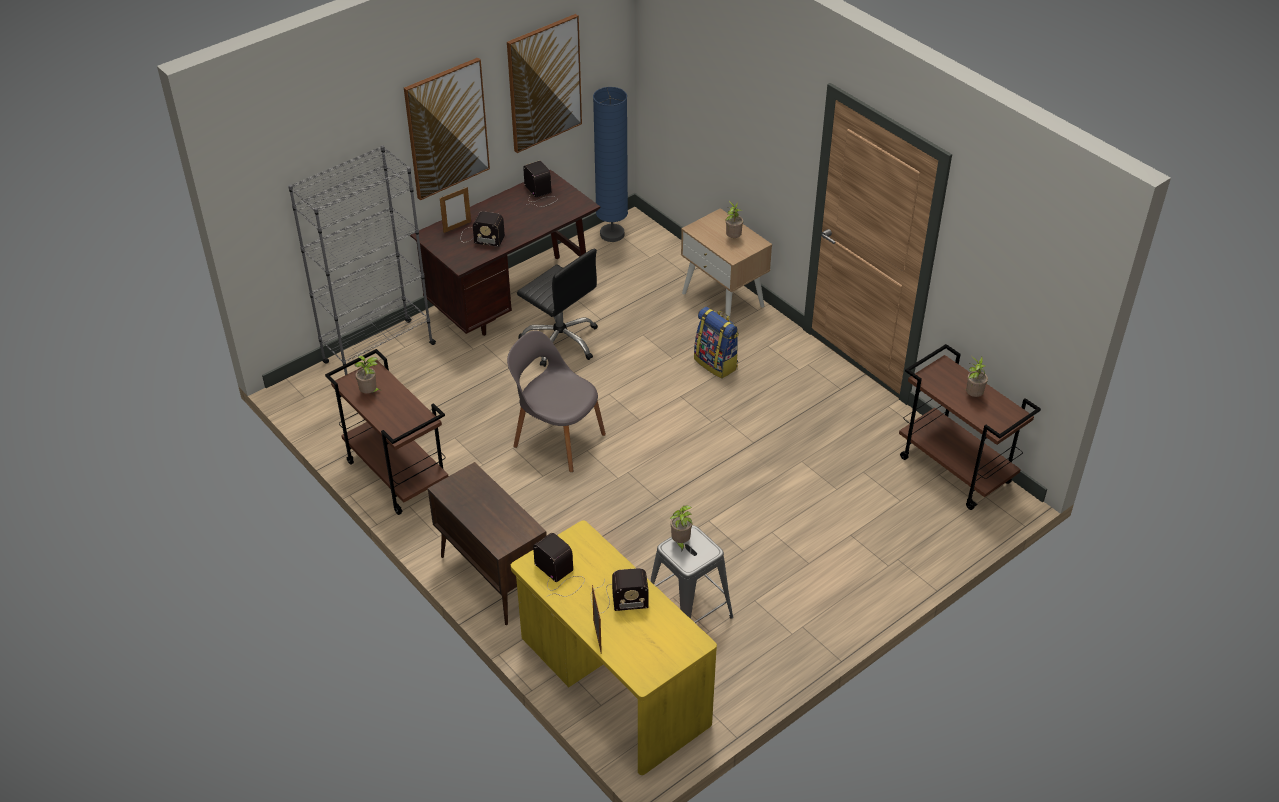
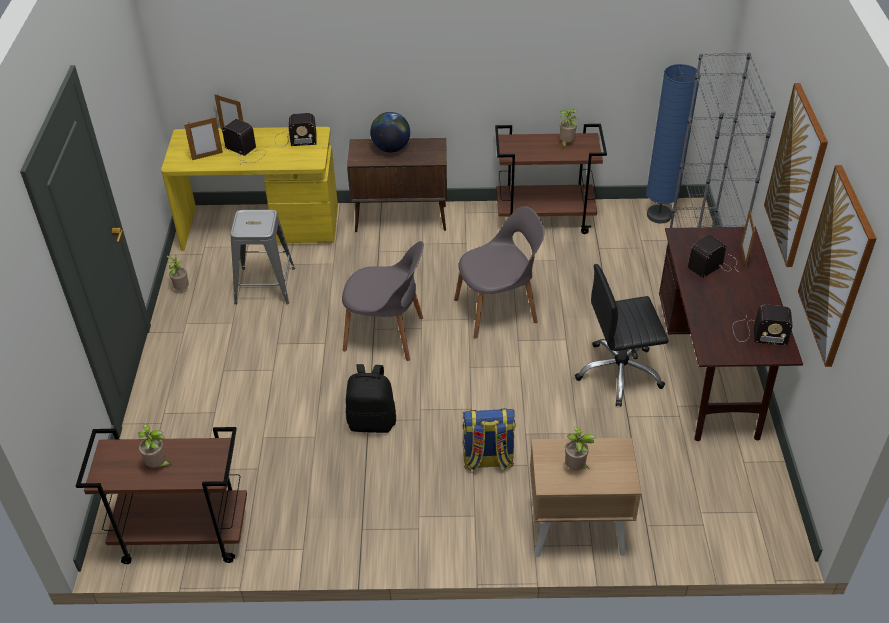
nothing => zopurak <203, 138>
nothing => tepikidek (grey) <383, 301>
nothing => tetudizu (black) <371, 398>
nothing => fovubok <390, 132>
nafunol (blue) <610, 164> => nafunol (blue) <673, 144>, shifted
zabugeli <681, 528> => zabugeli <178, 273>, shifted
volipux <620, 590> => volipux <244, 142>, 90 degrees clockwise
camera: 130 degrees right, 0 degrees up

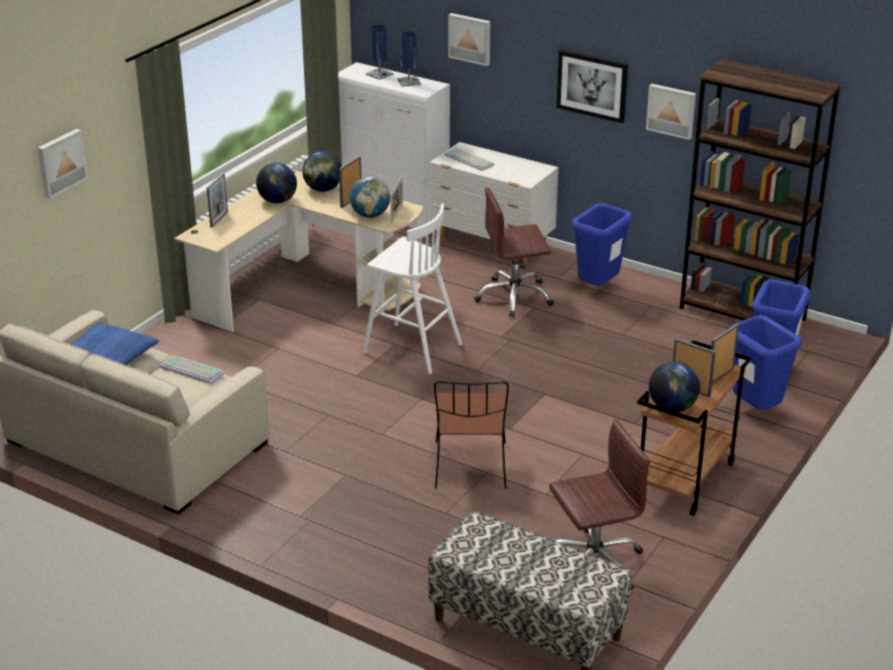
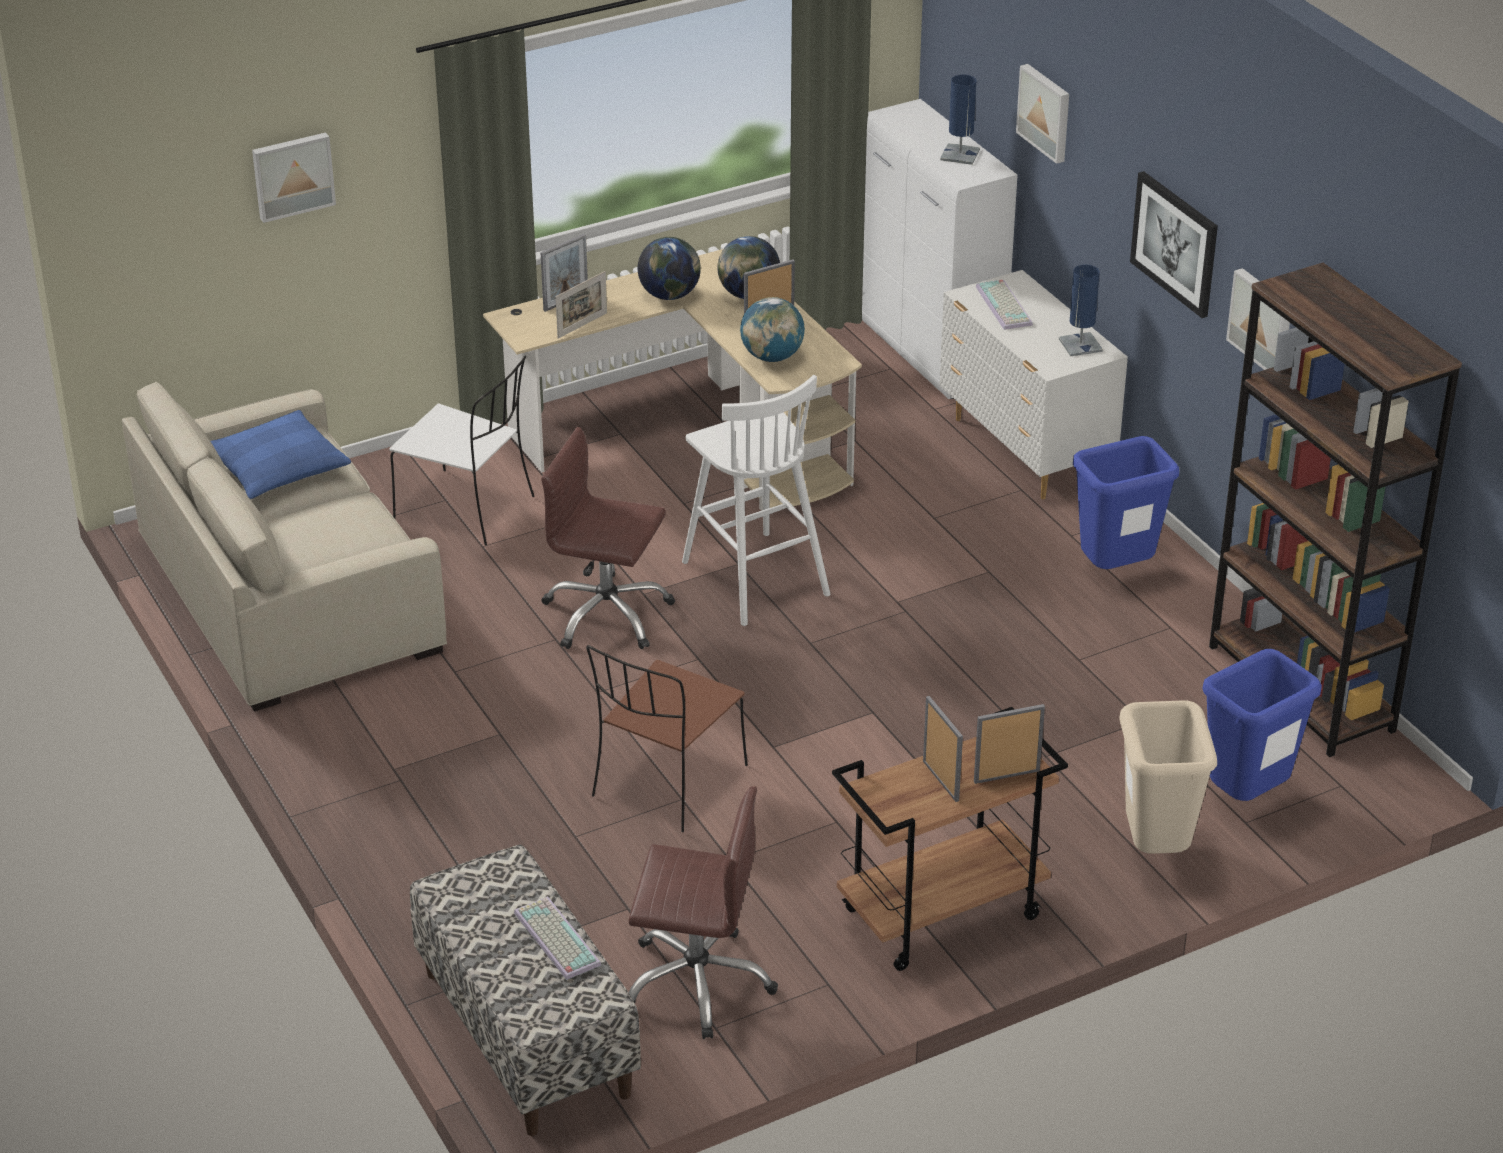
fovubok <674, 386> => nothing
nothing => tepikidek (white) <462, 450>
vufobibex <192, 369> => vufobibex <557, 938>, shifted
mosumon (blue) <380, 52> => mosumon (blue) <1081, 310>, shifted
zopurak <396, 199> => zopurak <581, 305>, shifted
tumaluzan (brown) <514, 252> => tumaluzan (brown) <608, 538>, shifted
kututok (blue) <766, 362> => kututok (beige) <1168, 777>
camera: 30 degrees right, 5 degrees up

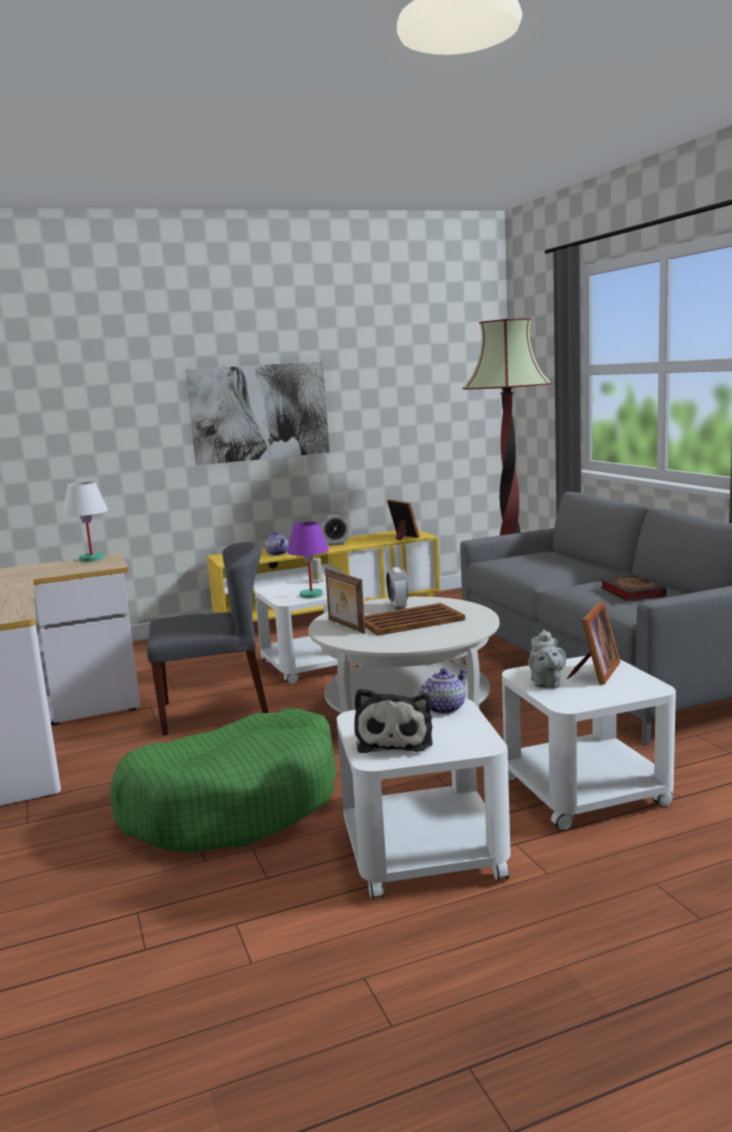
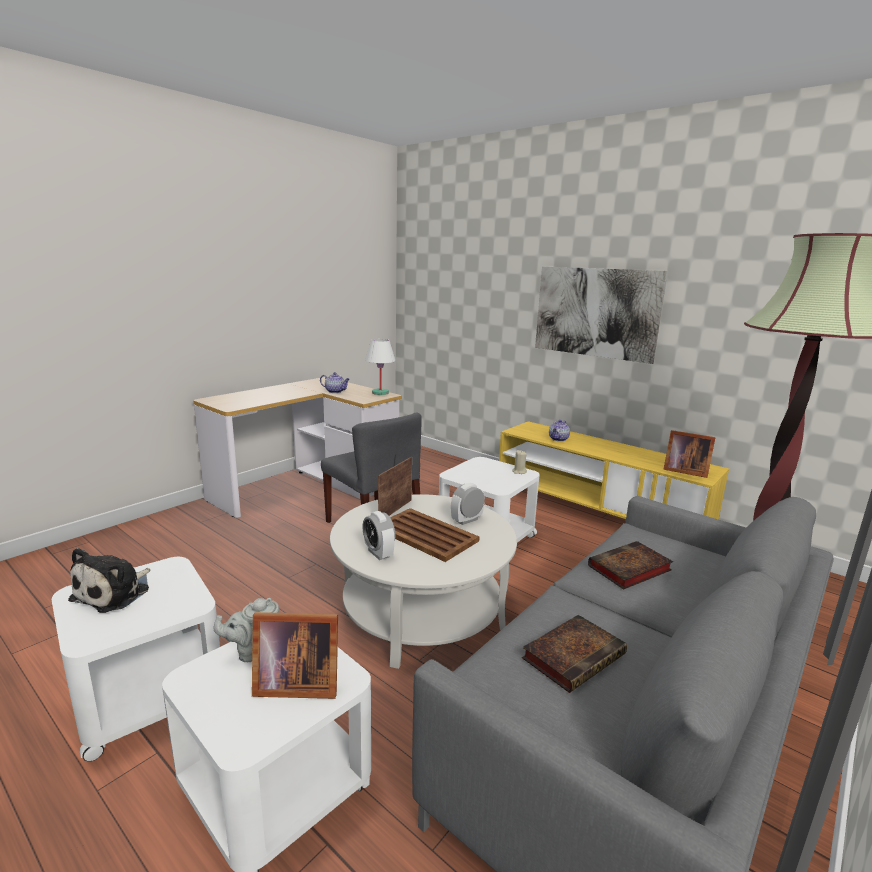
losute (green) <223, 781> => nothing
mosumon (purple) <308, 560> => nothing
nothing => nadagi <630, 565>
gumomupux <335, 530> => gumomupux <378, 535>, shifted
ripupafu <443, 691> => ripupafu <335, 382>, shifted
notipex <393, 720> => notipex <109, 580>, 45 degrees counterclockwise
zopurak <403, 520> => zopurak <689, 454>, 90 degrees clockwise
camera: 60 degrees right, 5 degrees up

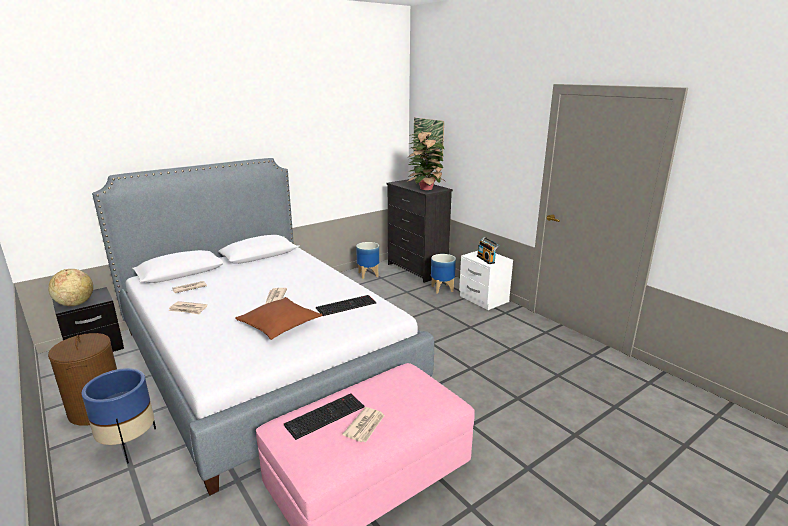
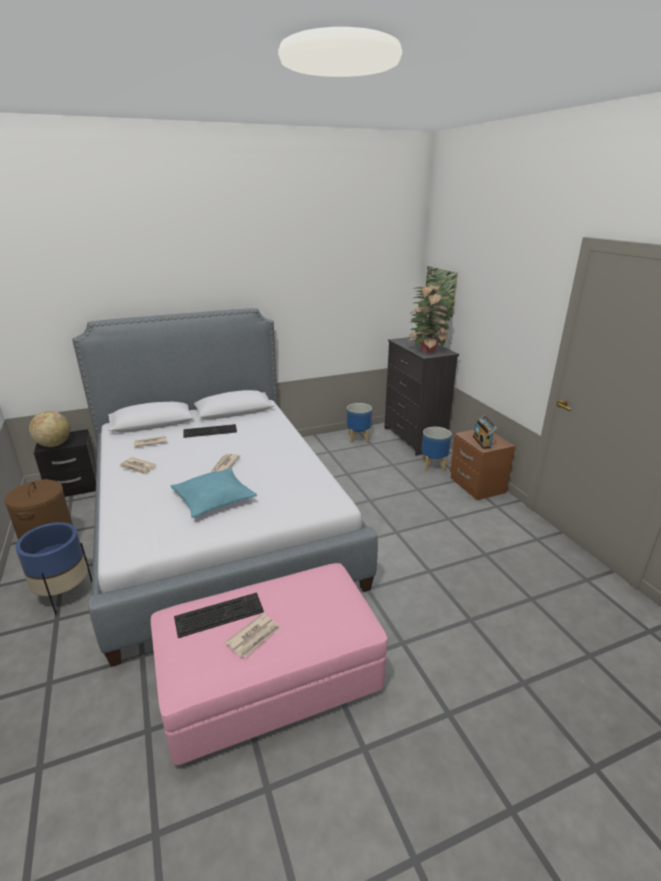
vufobibex <346, 305> => vufobibex <210, 431>, shifted
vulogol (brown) <279, 318> => vulogol (turquoise) <214, 493>
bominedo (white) <486, 280> => bominedo (brown) <482, 465>
camera: 15 degrees right, 5 degrees up

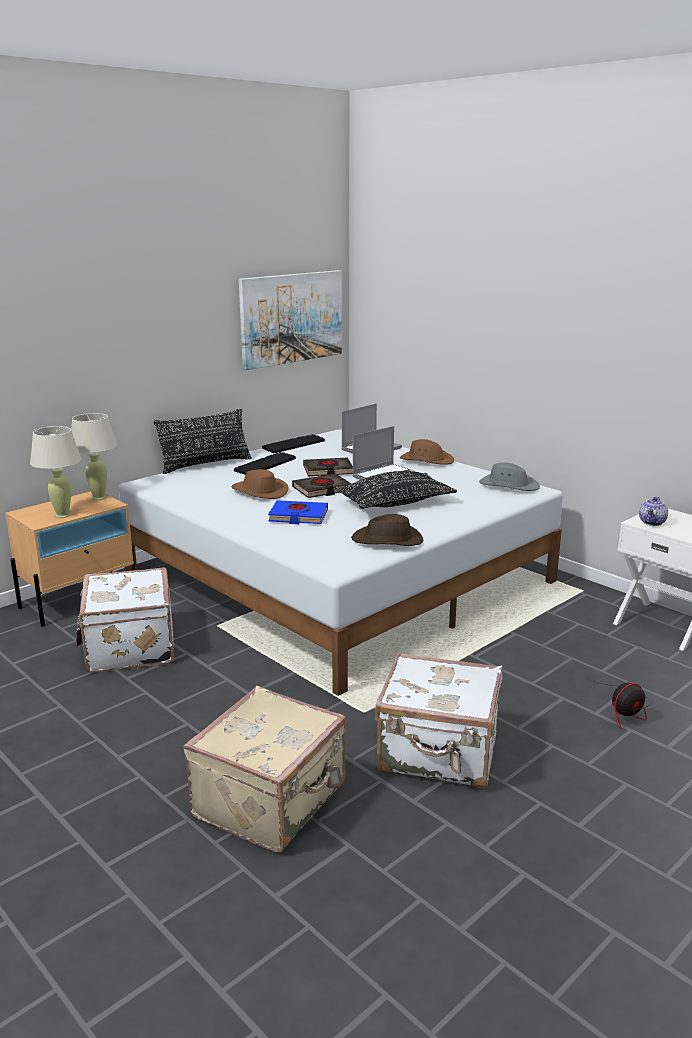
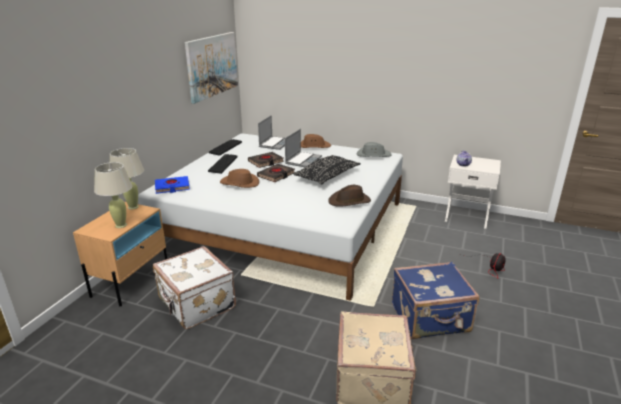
vulogol (black) <203, 441> => nothing
nadagi (blue) <298, 512> => nadagi (blue) <172, 185>, shifted
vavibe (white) <439, 720> => vavibe (blue) <435, 300>
camera: 25 degrees left, 5 degrees up

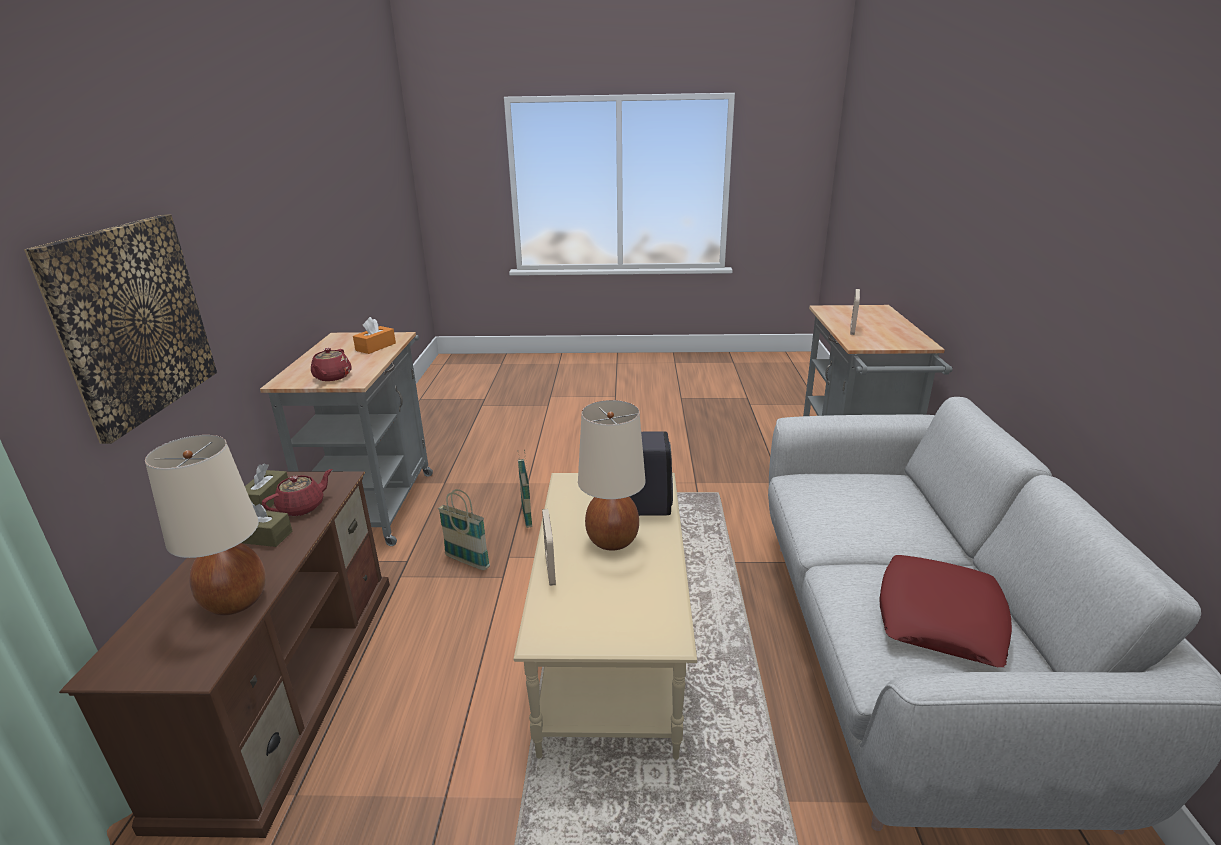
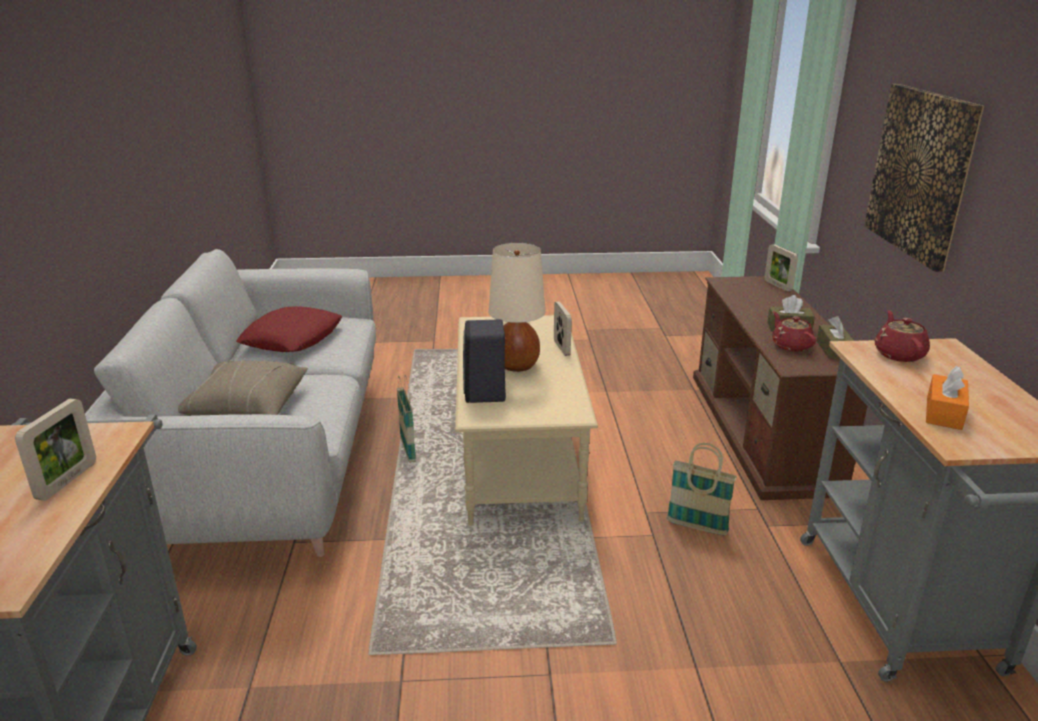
mosumon (beige) <205, 525> => nothing
nothing => vulogol (beige) <243, 388>
nothing => zopurak <781, 268>
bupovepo <525, 489> => bupovepo <406, 419>, shifted
ripupafu (red) <297, 492> => ripupafu (red) <794, 331>, 120 degrees clockwise
camera: 175 degrees right, 0 degrees up

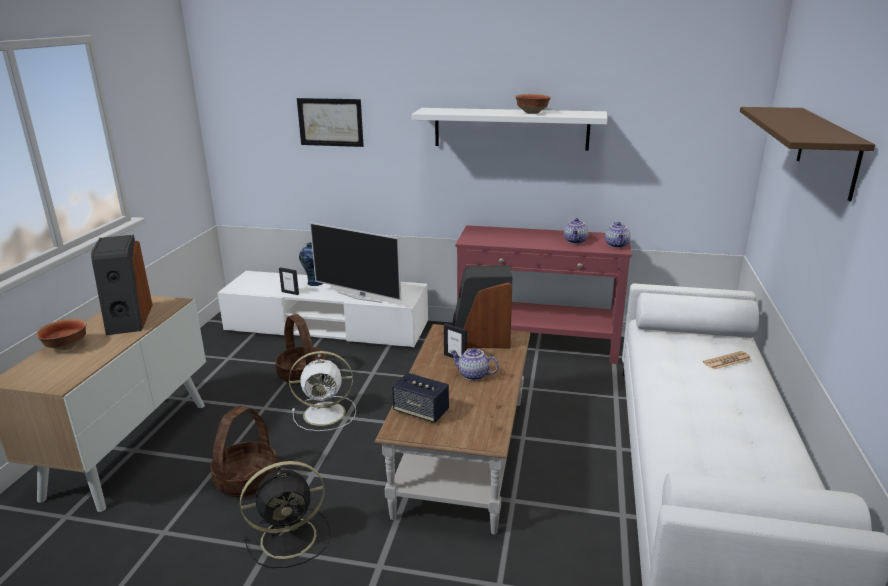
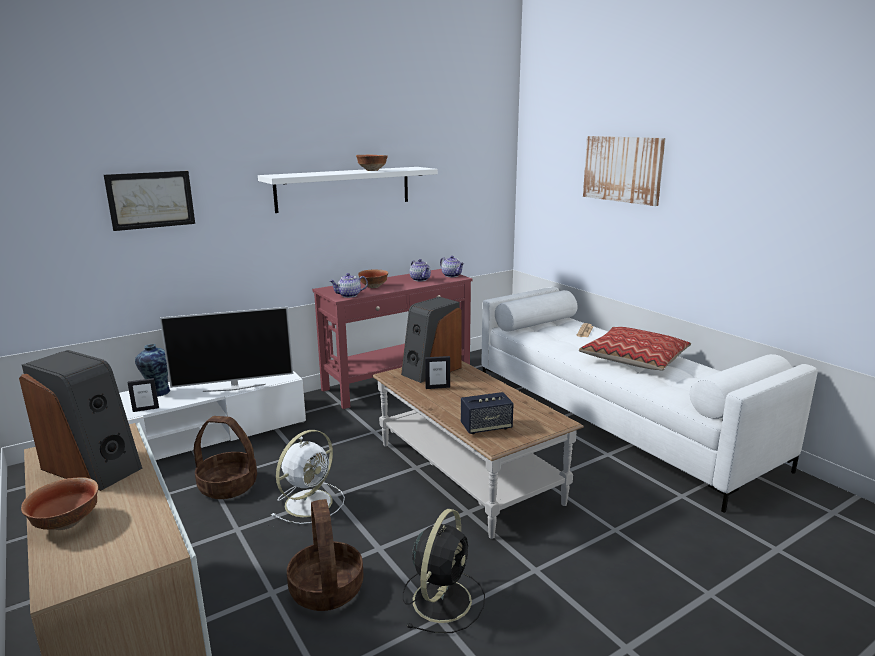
nothing => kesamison <373, 278>
nothing => vulogol <635, 349>
ripupafu <474, 364> => ripupafu <349, 285>, shifted
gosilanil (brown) <807, 154> => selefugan <624, 171>
camera: 45 degrees left, 5 degrees down

